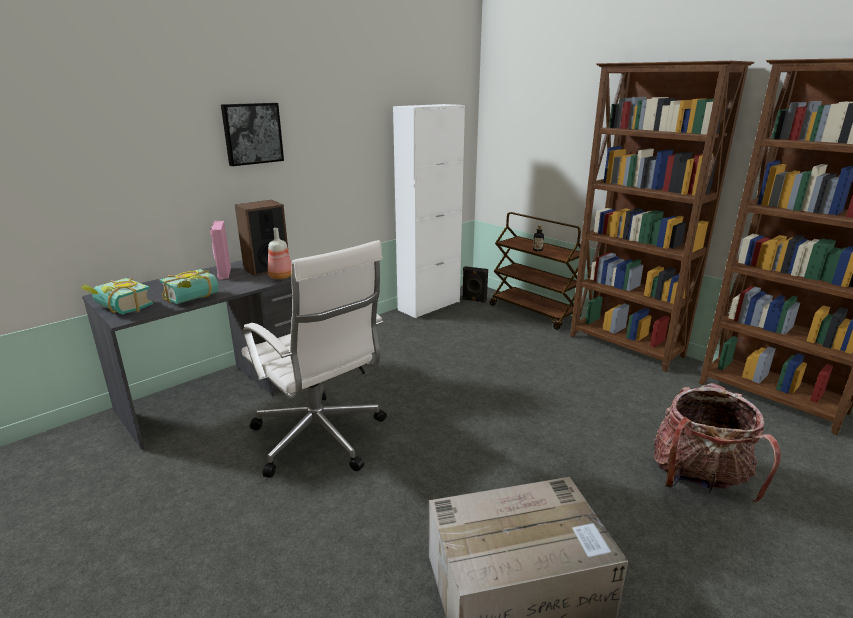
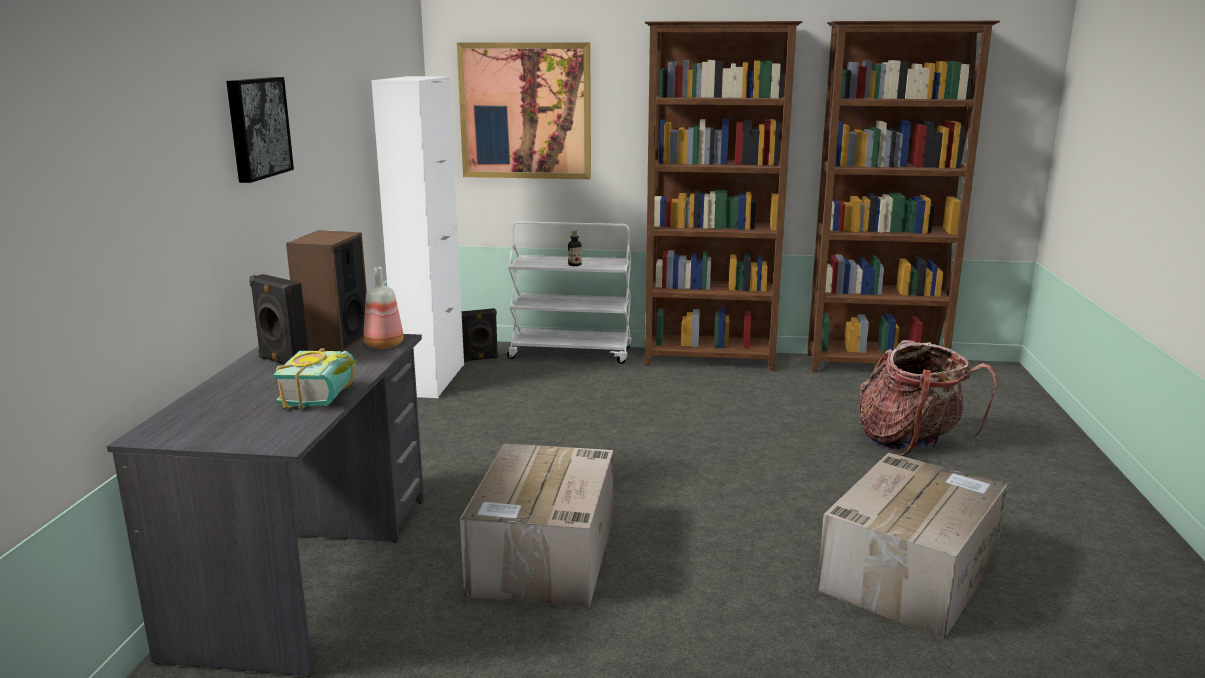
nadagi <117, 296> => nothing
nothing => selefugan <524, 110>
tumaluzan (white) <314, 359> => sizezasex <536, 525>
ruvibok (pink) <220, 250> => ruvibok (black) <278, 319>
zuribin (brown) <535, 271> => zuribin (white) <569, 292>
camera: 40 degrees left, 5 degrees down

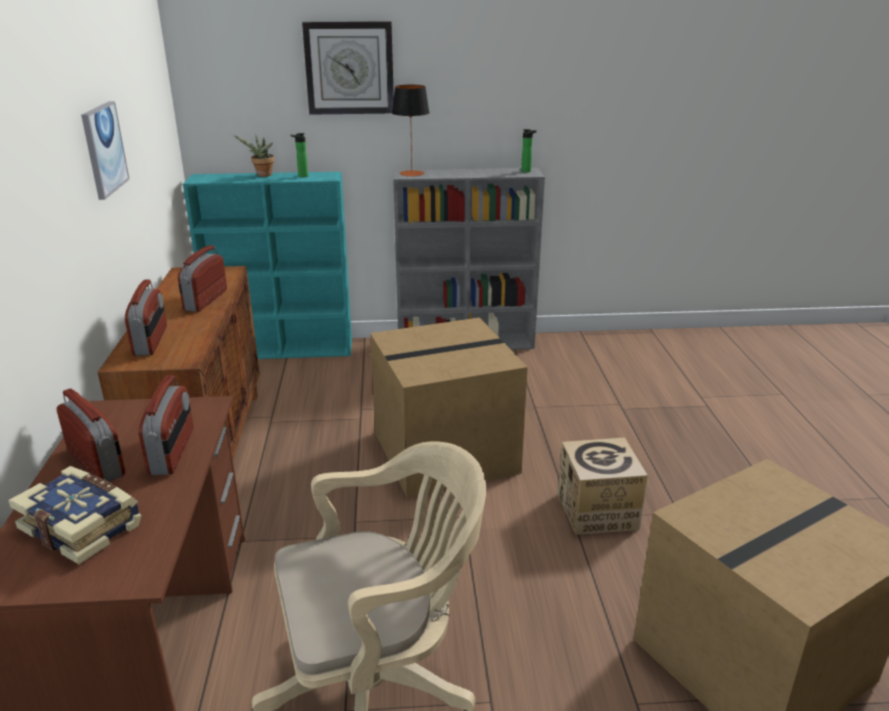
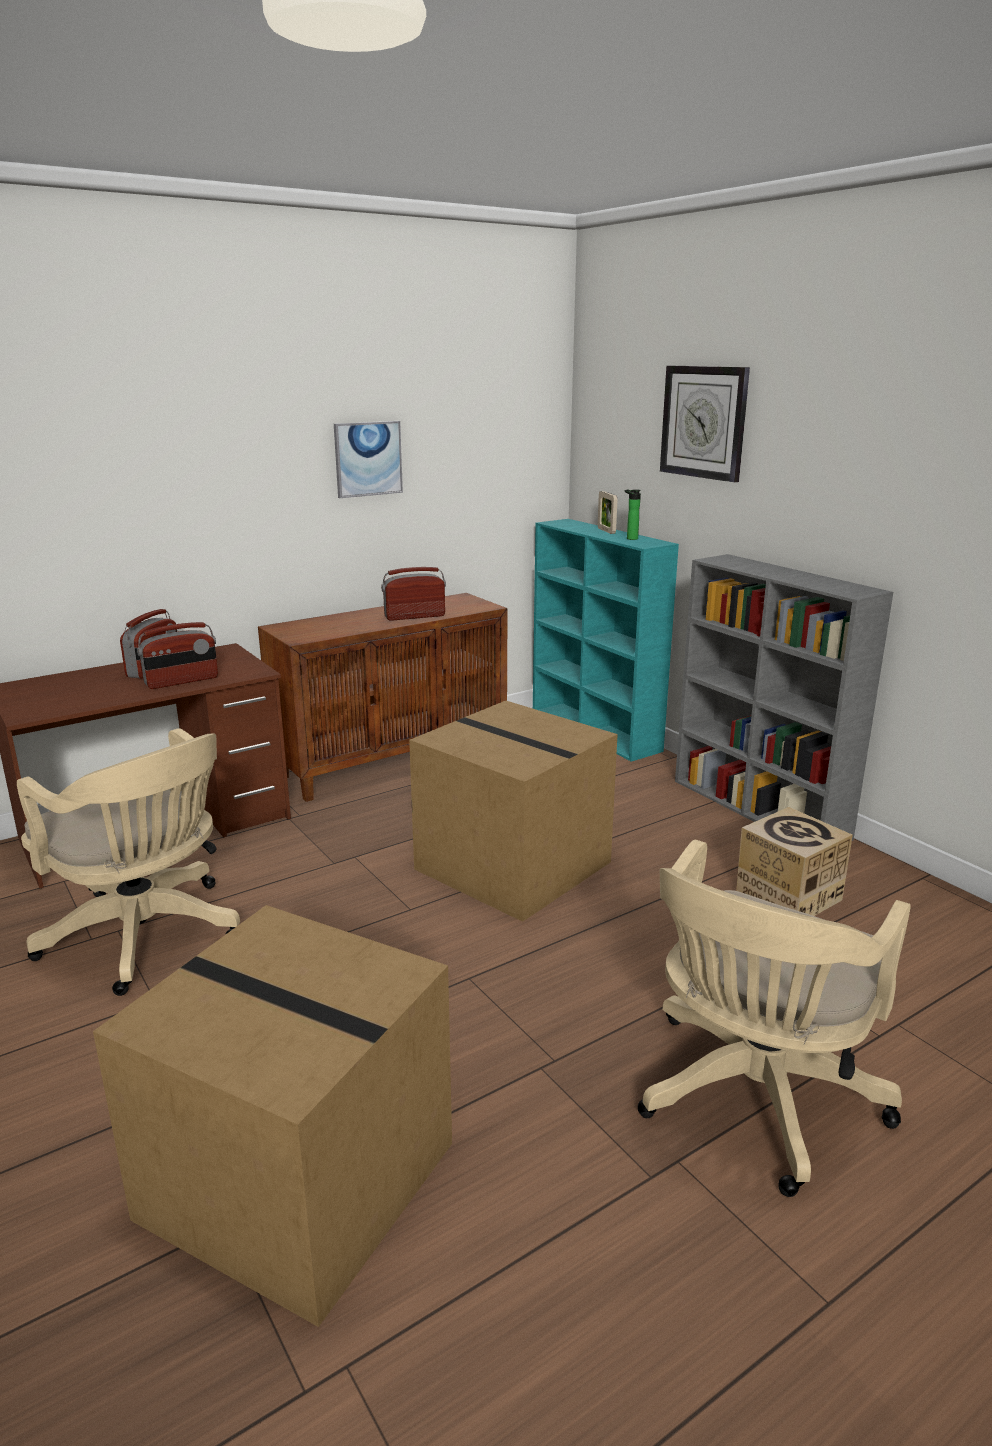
nadagi <75, 515> => nothing
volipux <146, 317> => nothing
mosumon <411, 130> => nothing
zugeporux <529, 150> => nothing
nothing => tumaluzan (beige) <774, 1018>
sizezasex <603, 486> => sizezasex <794, 861>, shifted
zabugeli <254, 155> => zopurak <607, 512>
camera: 60 degrees right, 5 degrees down

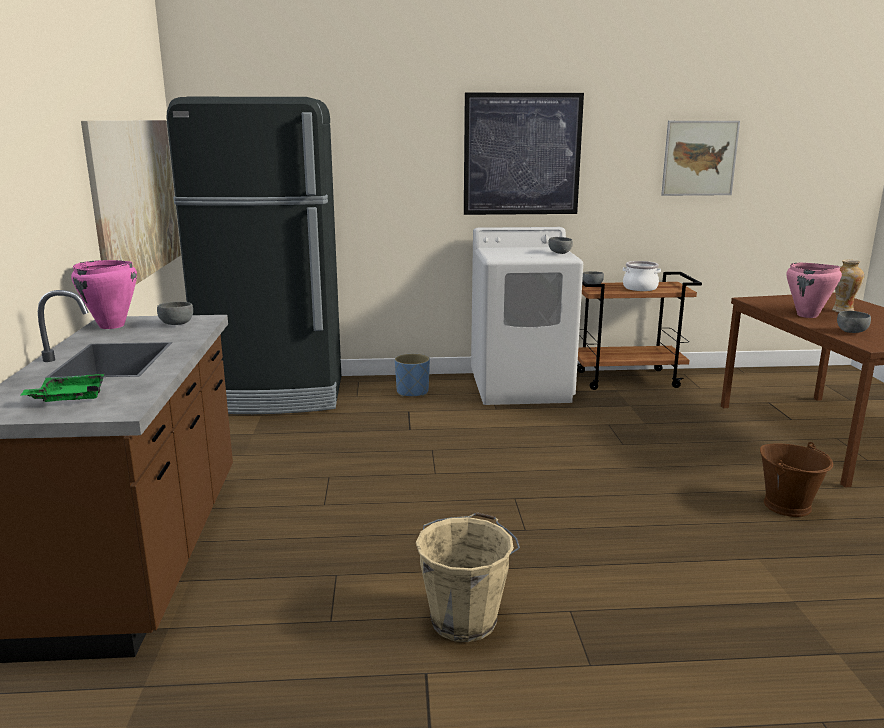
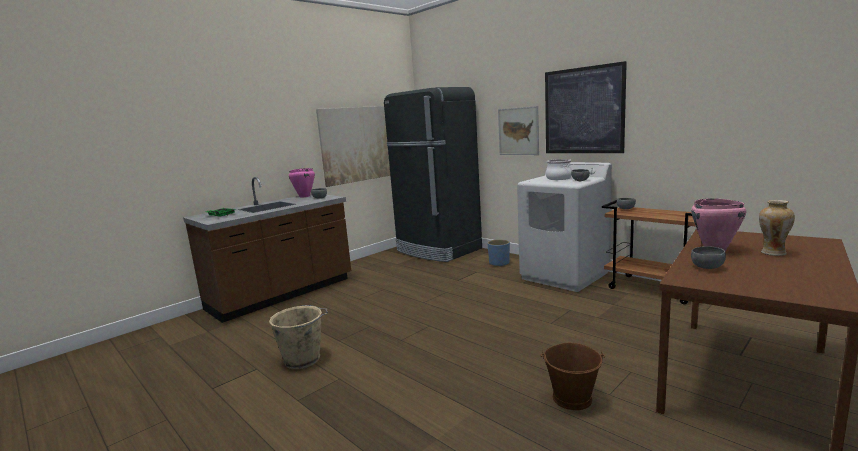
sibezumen <642, 276> => sibezumen <559, 169>, shifted
selefugan <700, 158> => selefugan <518, 130>, shifted
camera: 50 degrees right, 5 degrees down

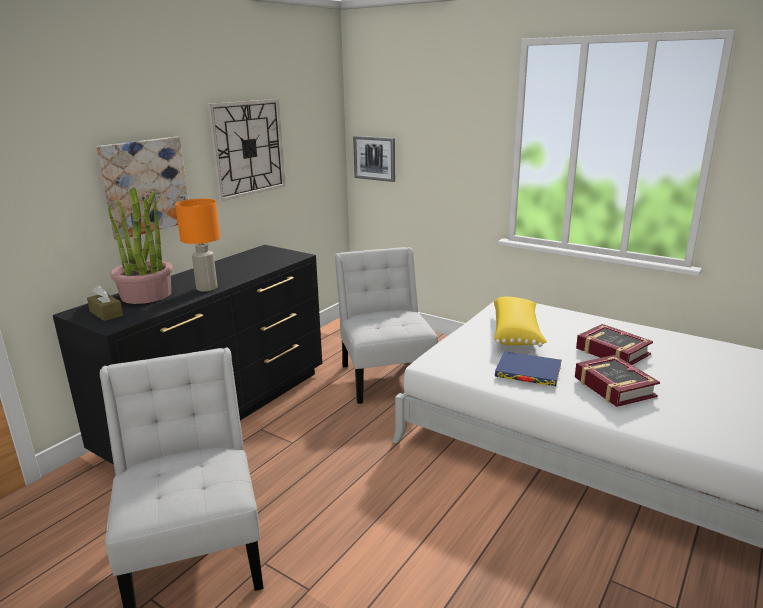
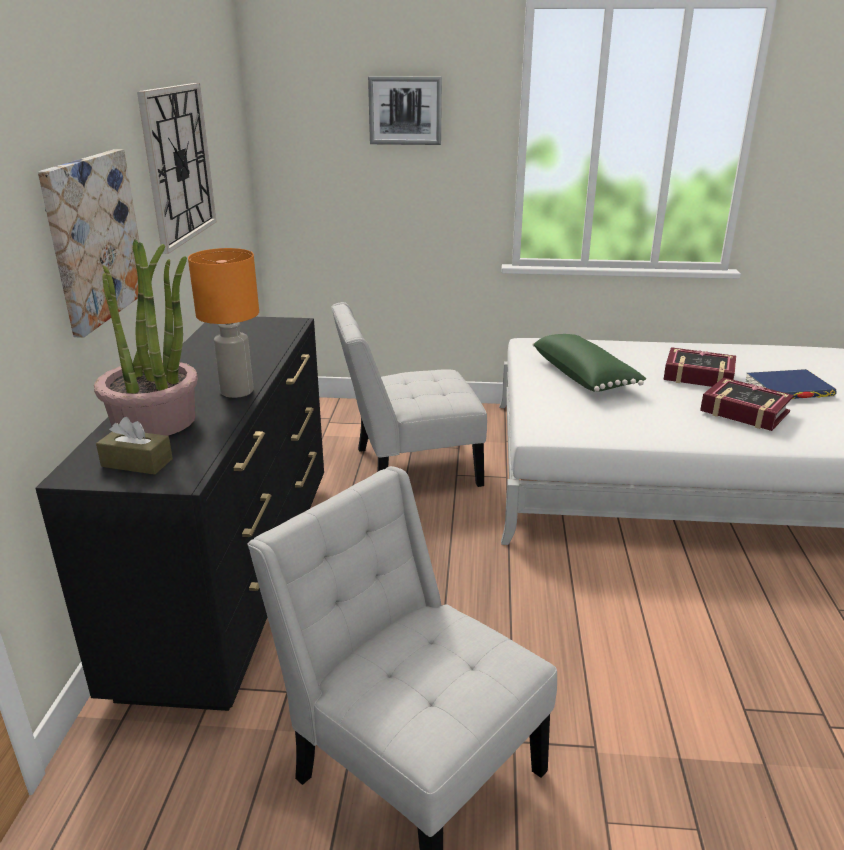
selefugan <374, 159> => selefugan <405, 110>, shifted
nadagi (blue) <528, 368> => nadagi (blue) <791, 384>, shifted
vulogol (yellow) <520, 322> => vulogol (green) <589, 363>
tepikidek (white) <386, 325> => tepikidek (white) <409, 394>, 60 degrees counterclockwise
camera: 30 degrees left, 5 degrees up

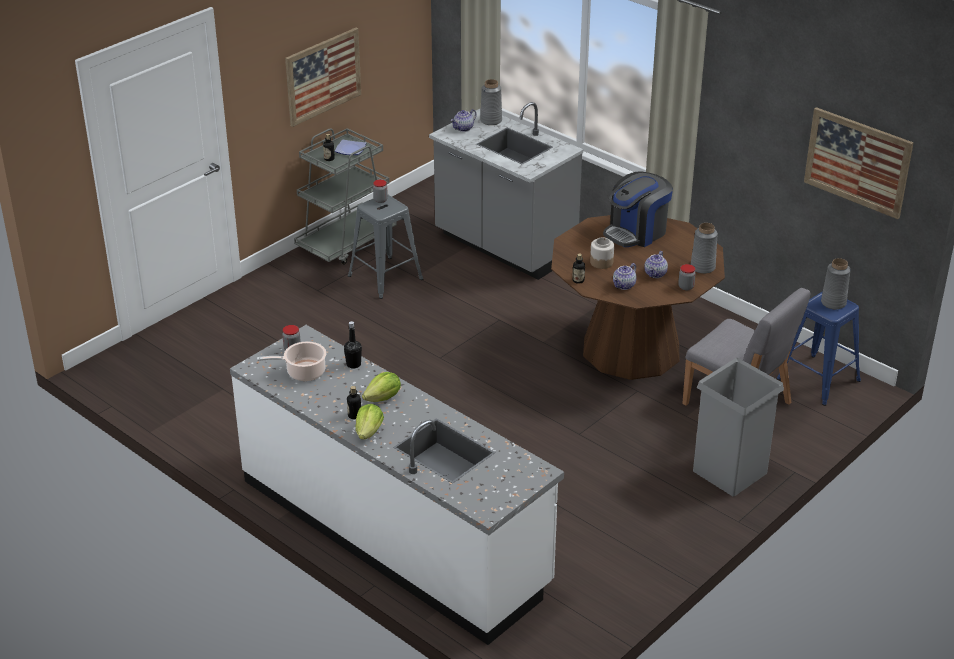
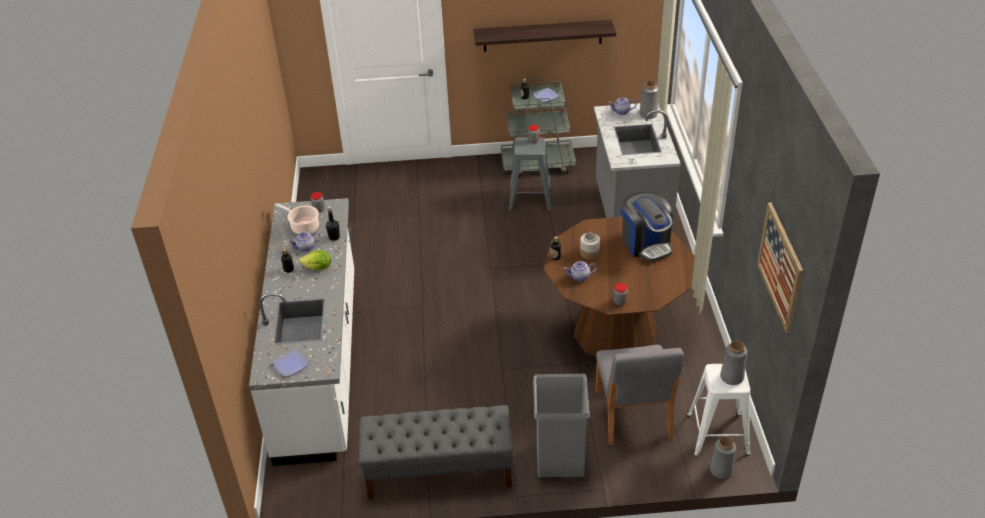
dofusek <370, 422> => nothing
nothing => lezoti <290, 363>
nothing => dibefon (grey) <436, 452>
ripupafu <656, 264> => ripupafu <304, 242>, shifted
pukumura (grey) <704, 248> => pukumura (grey) <723, 457>, shifted
selefugan <323, 77> => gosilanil <544, 36>
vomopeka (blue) <819, 348> => vomopeka (white) <719, 410>
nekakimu <638, 209> => nekakimu <647, 227>, 120 degrees counterclockwise
camera: 45 degrees right, 5 degrees up

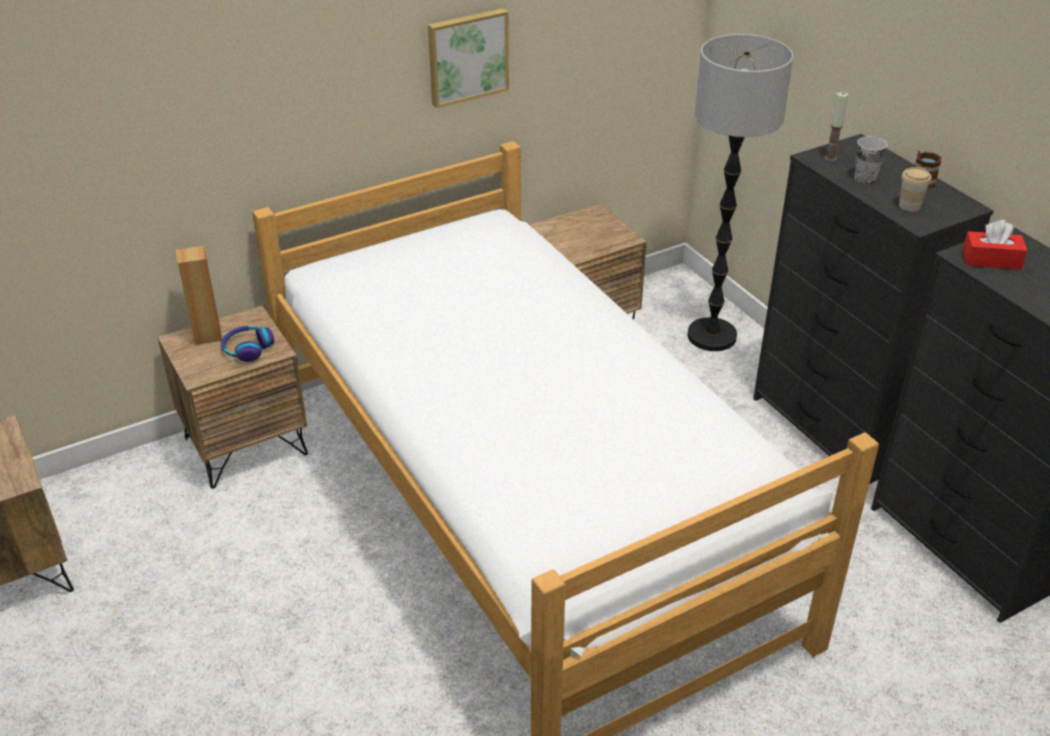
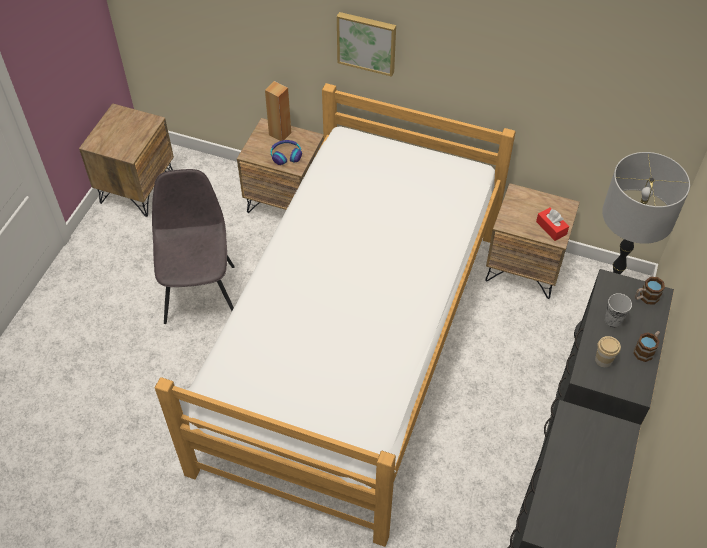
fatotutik <836, 126> => nothing
nothing => tepikidek (grey) <193, 246>
nothing => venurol <650, 291>
selefugan <468, 58> => selefugan <366, 44>, shifted
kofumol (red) <995, 245> => kofumol (red) <552, 224>, shifted
camera: 50 degrees right, 15 degrees up

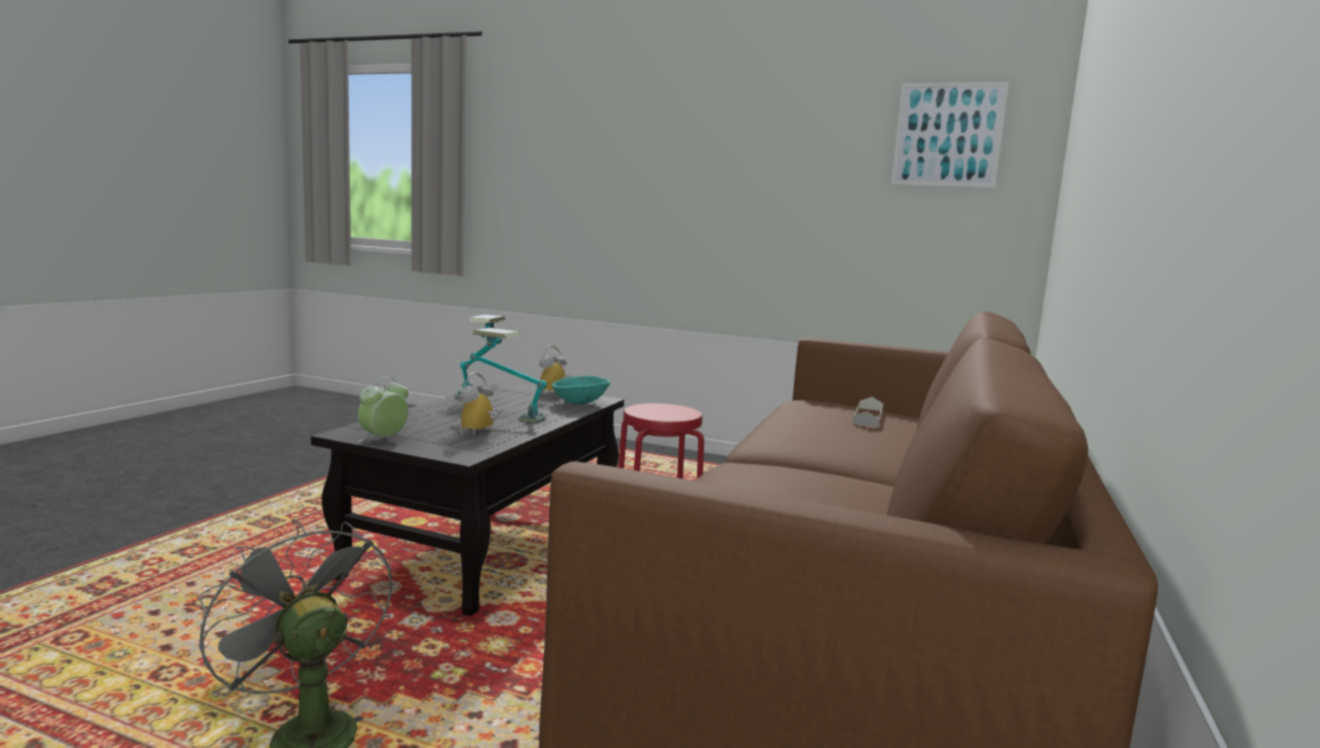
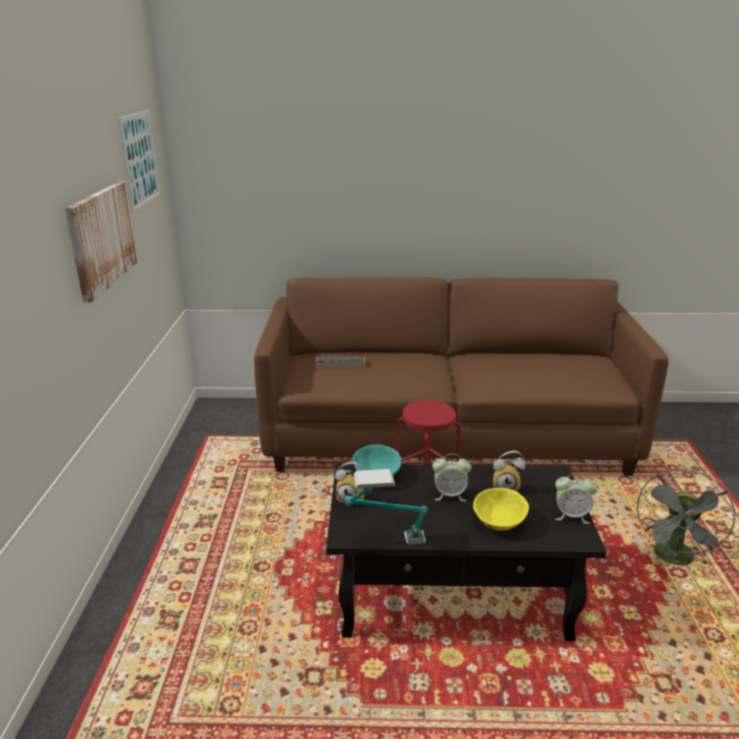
nothing => selefugan <101, 242>
nothing => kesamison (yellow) <501, 509>
mosumon <508, 375> => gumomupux <451, 478>
camera: 110 degrees left, 15 degrees up

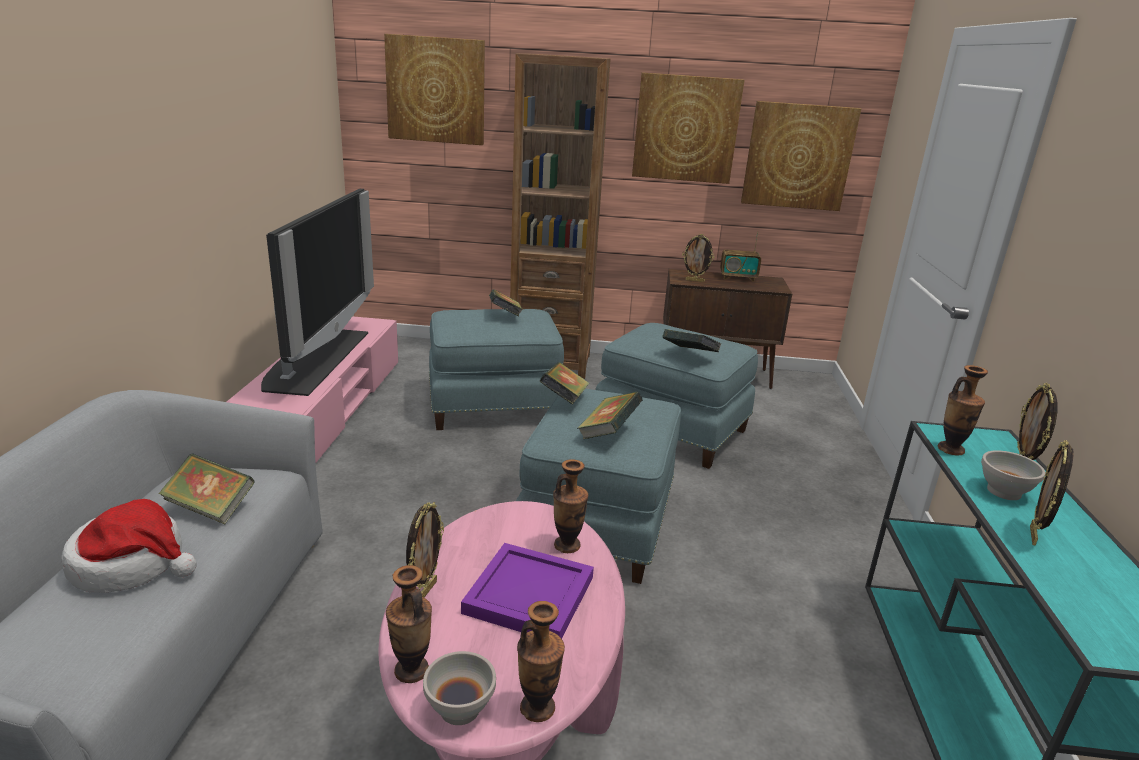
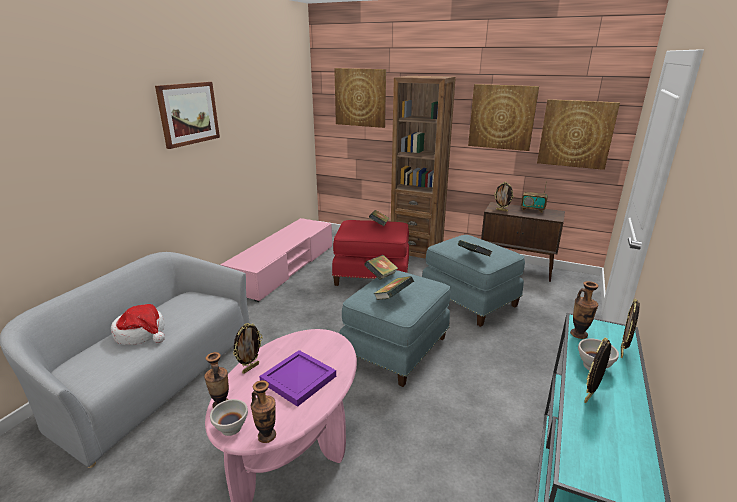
nadagi <207, 488> => nothing
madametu <317, 292> => nothing
pukumura <570, 506> => nothing
nothing => selefugan <187, 115>
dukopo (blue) <496, 369> => dukopo (red) <370, 253>
camera: 20 degrees right, 0 degrees up

